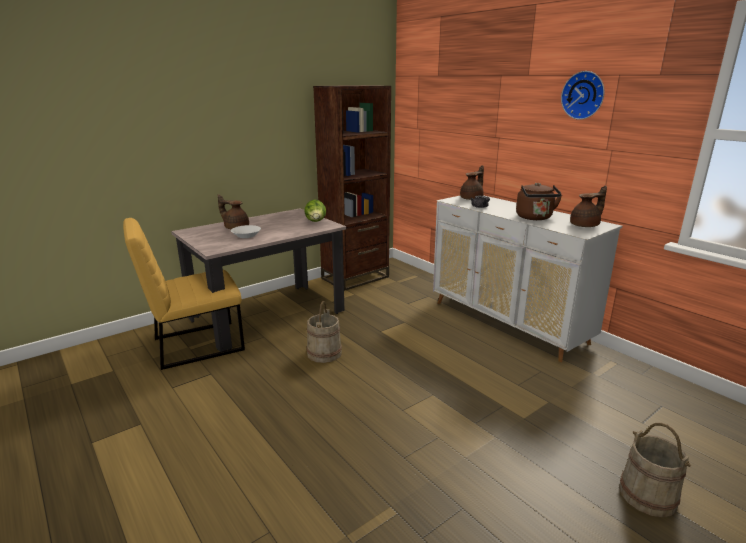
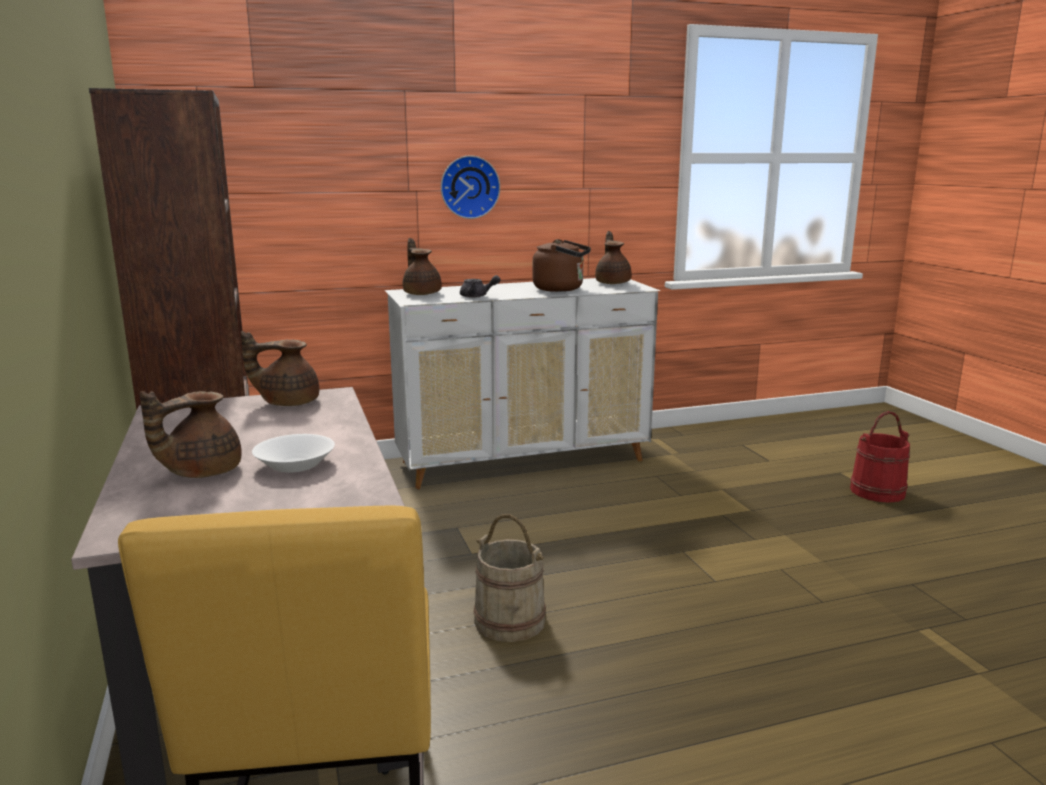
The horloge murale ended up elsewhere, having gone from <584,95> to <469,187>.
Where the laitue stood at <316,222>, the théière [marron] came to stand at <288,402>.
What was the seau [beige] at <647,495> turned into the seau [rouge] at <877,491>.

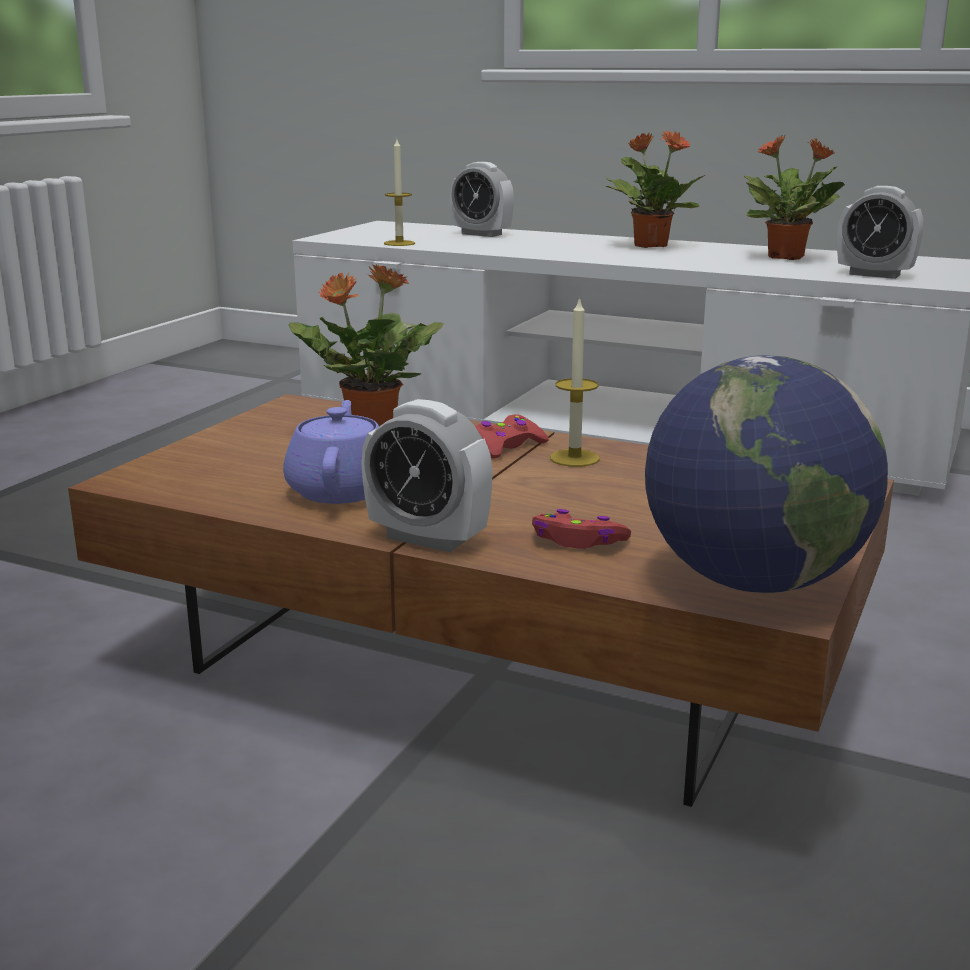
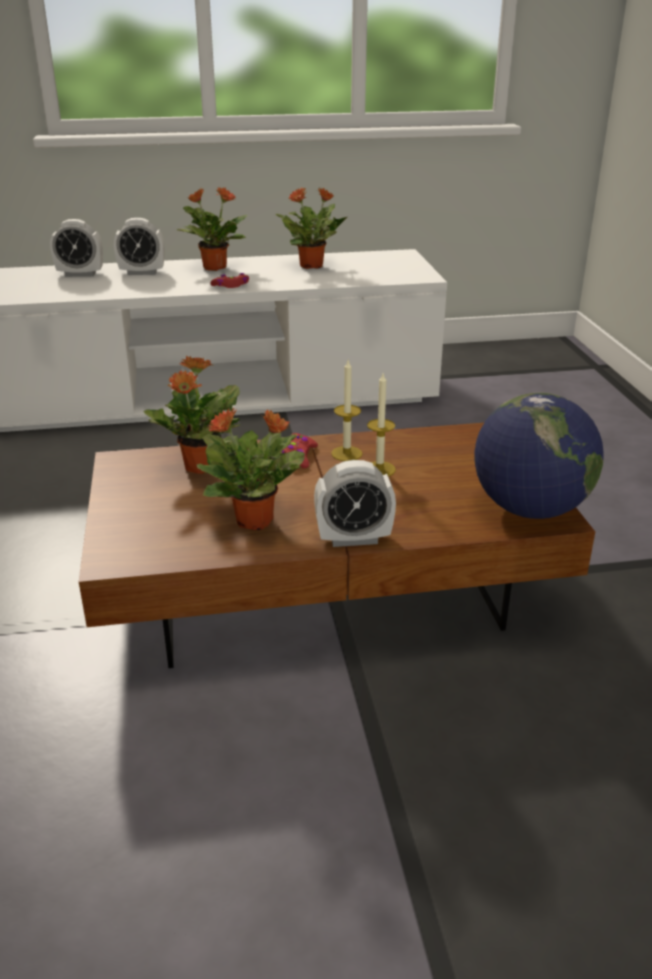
The bougie ended up elsewhere, having gone from <399,243> to <379,469>.
The réveil ended up elsewhere, having gone from <874,274> to <142,272>.
Where the théière [violet] stood at <341,490>, the plante en pot came to stand at <256,521>.
The manette [rouge] ended up elsewhere, having gone from <578,542> to <231,286>.

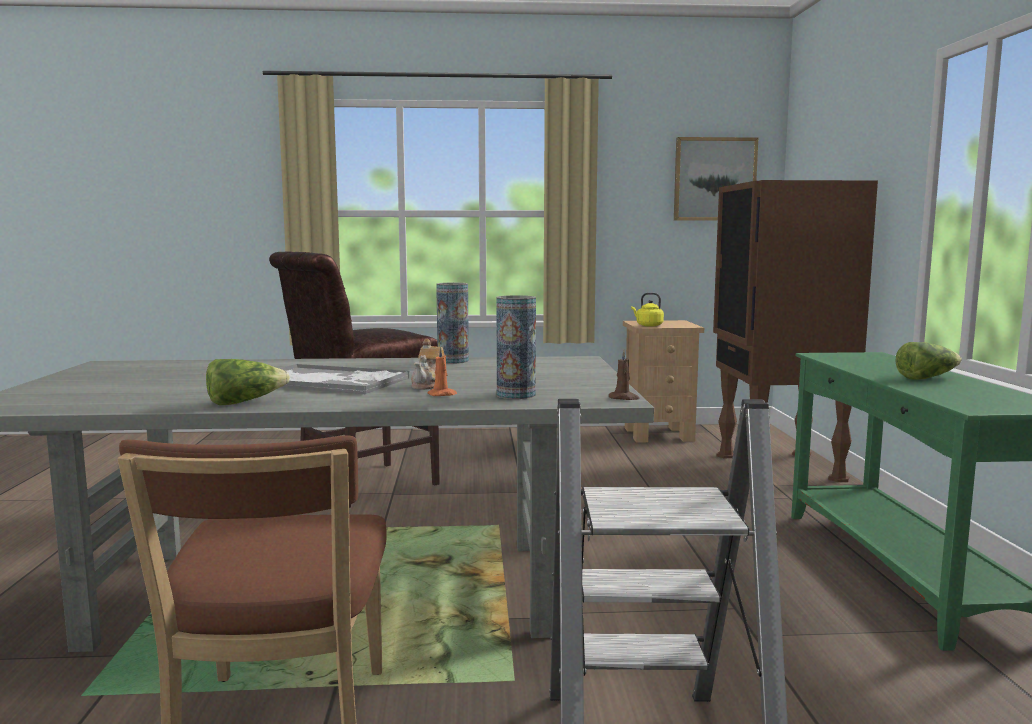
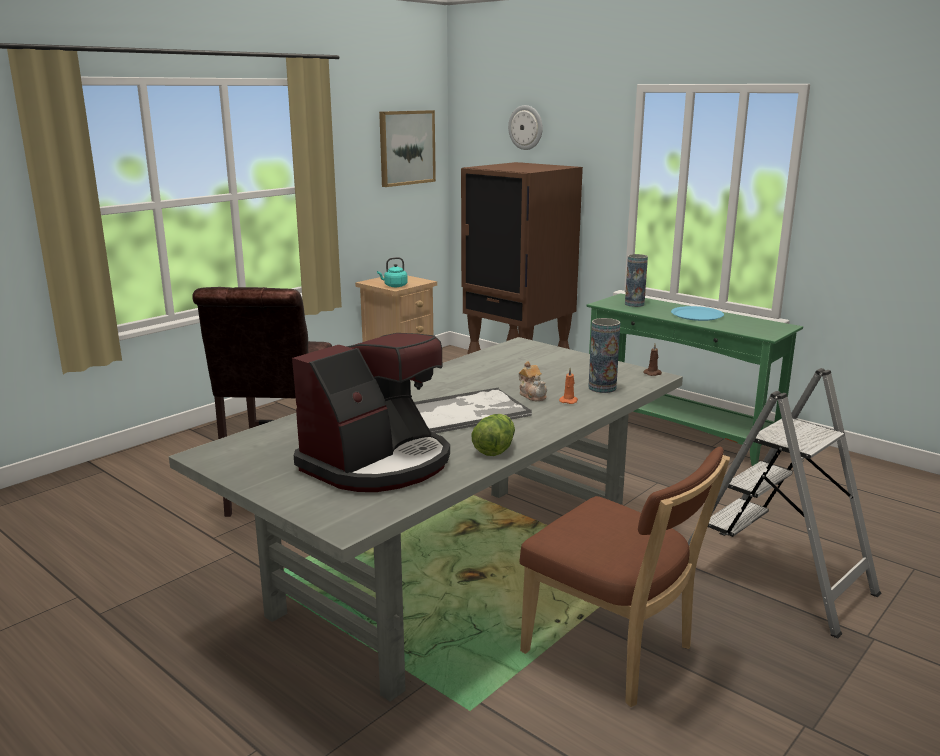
The vase ended up elsewhere, having gone from <453,361> to <634,304>.
What was the bouilloire [jaune] at <648,325> turned into the bouilloire [turquoise] at <394,286>.
Where the laitue stood at <926,378>, the assiette [bleu] came to stand at <697,315>.
The second view gained the horloge murale at <526,127>.
The second view gained the machine à café at <378,463>.

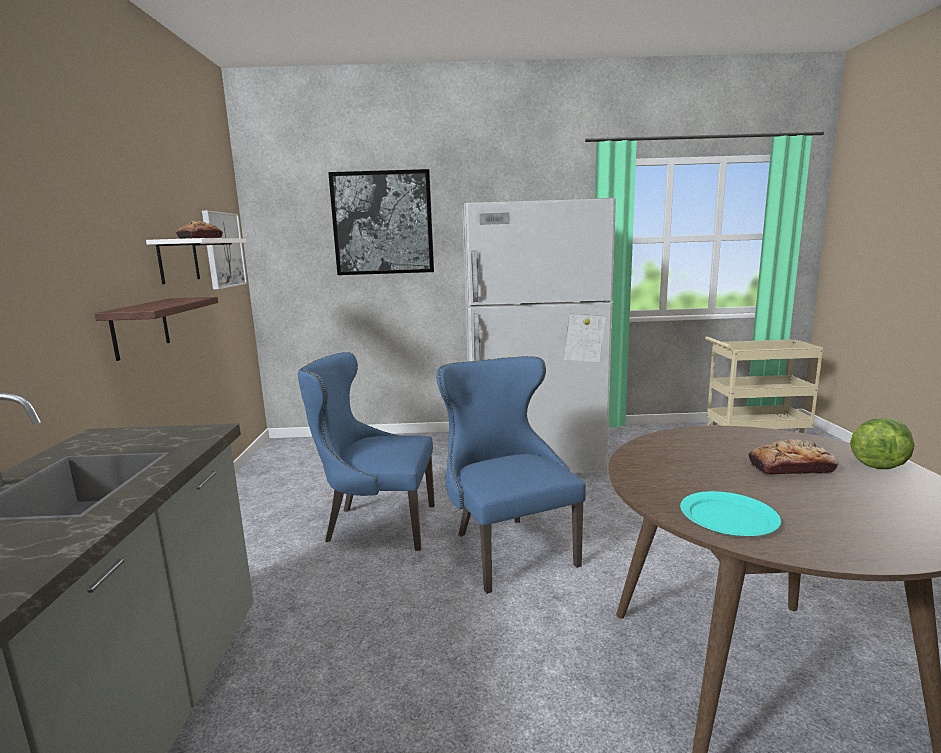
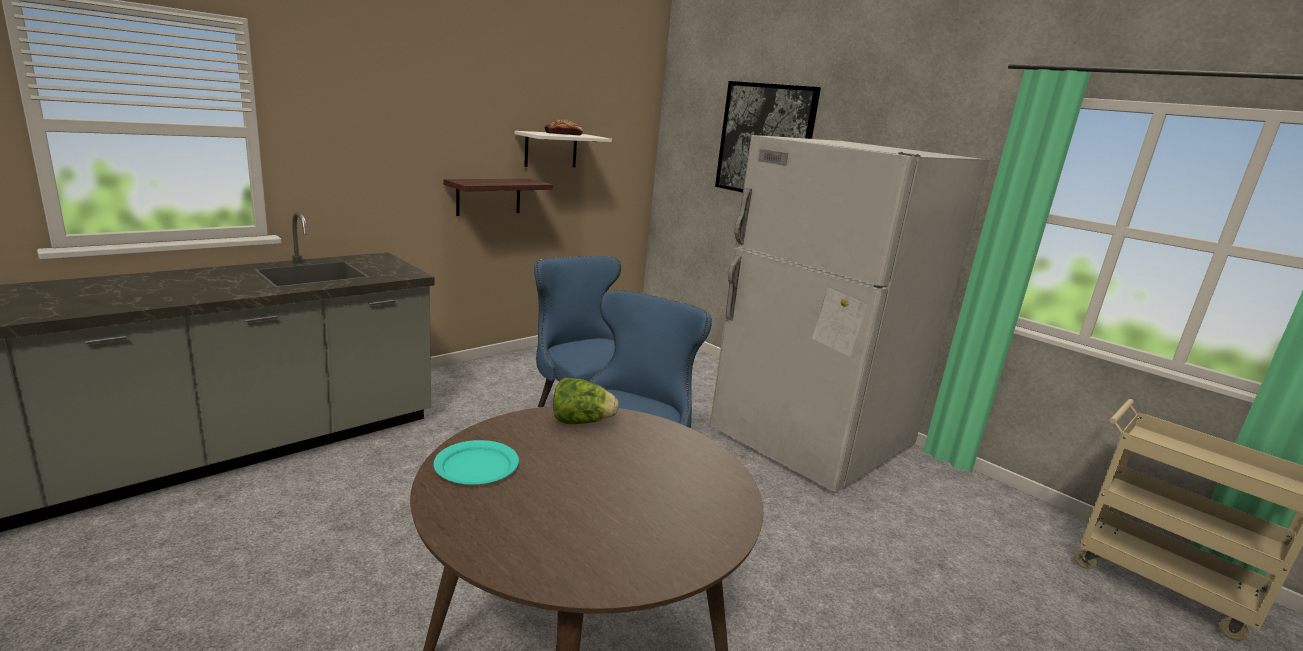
The second view lost the tableau at <223,250>.
The laitue ended up elsewhere, having gone from <879,462> to <581,422>.
The second view lost the pain at <790,468>.

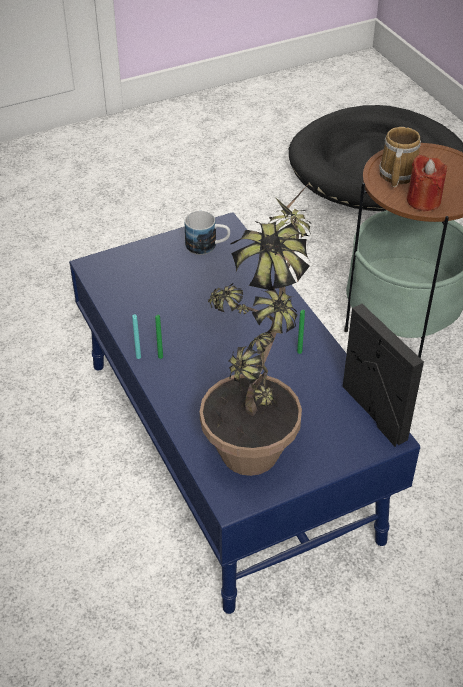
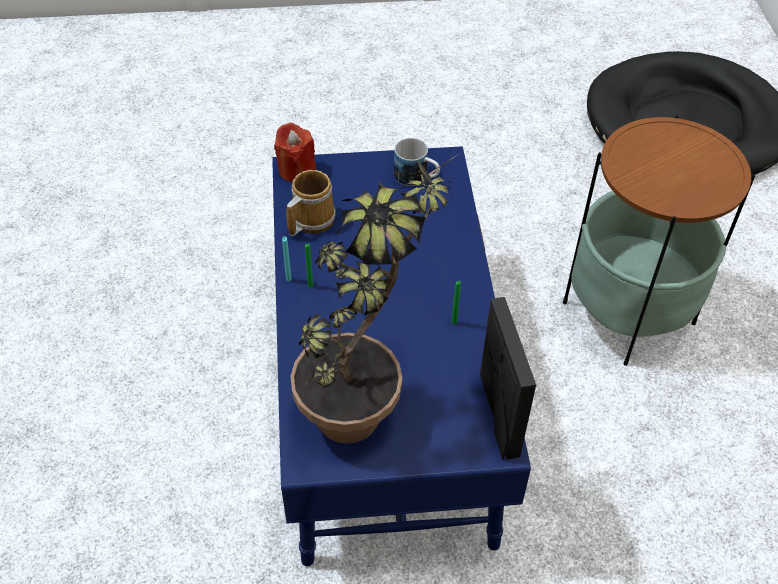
The mug ended up elsewhere, having gone from <396,175> to <310,220>.
The bougie [rouge] ended up elsewhere, having gone from <423,201> to <296,170>.

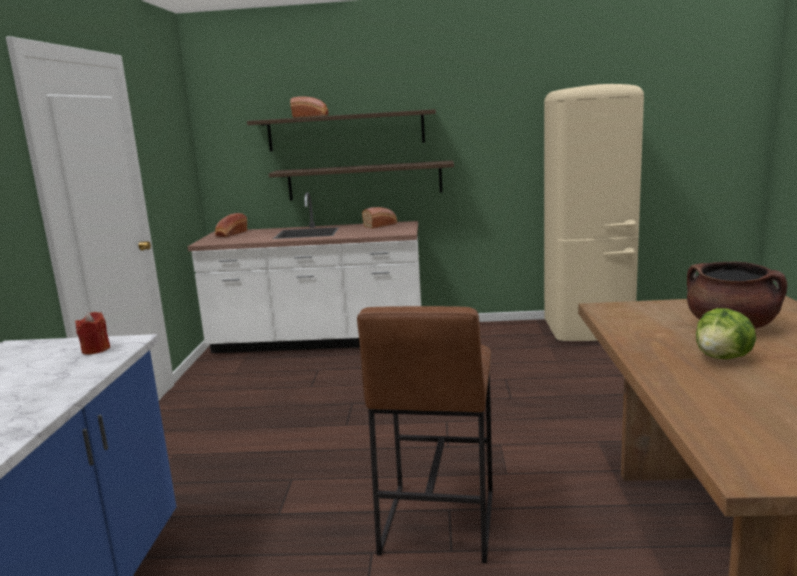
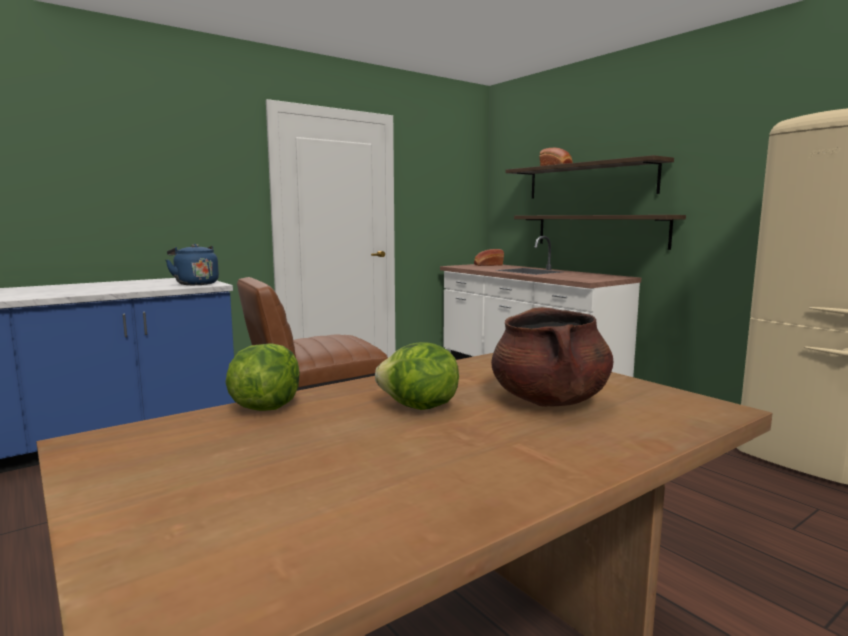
The second view lost the pain at <381,225>.
Where the bougie [rouge] stood at <96,350>, the bouilloire [bleu] came to stand at <195,284>.
The second view gained the laitue at <265,407>.

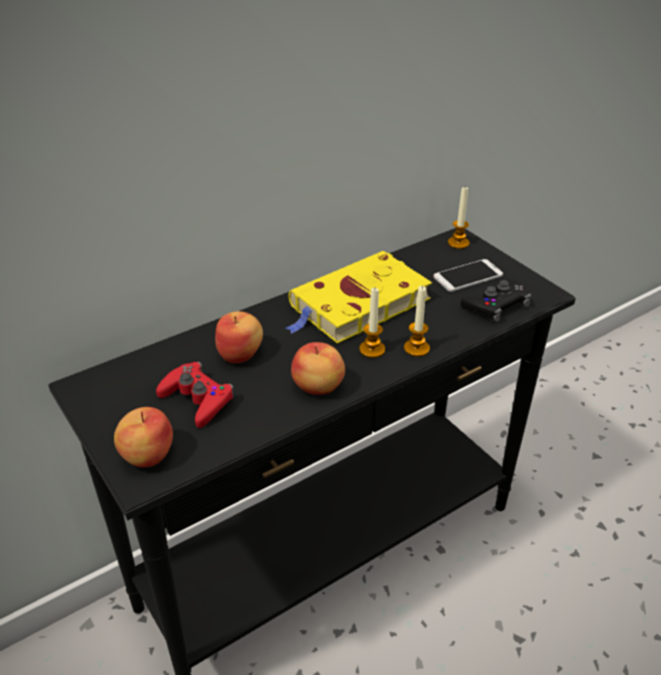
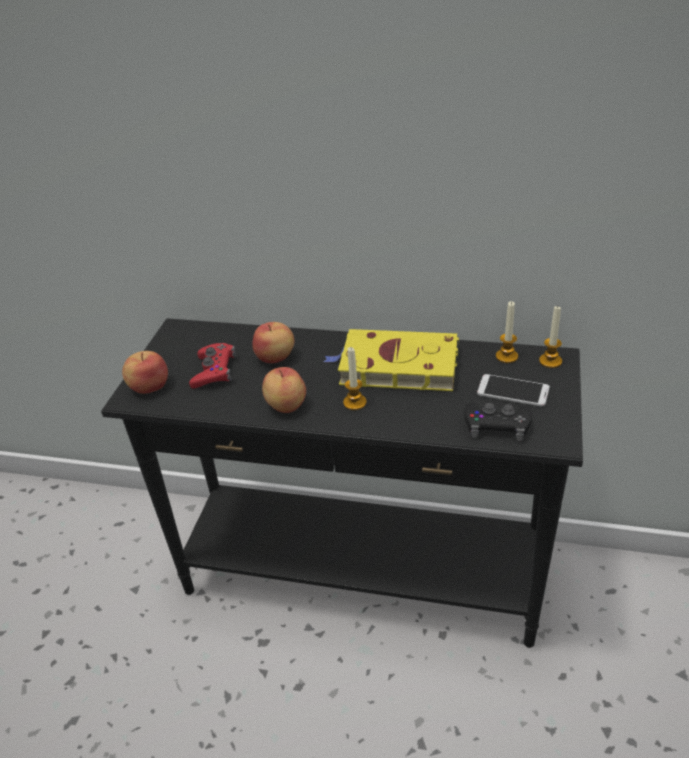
The bougie ended up elsewhere, having gone from <416,348> to <506,356>.

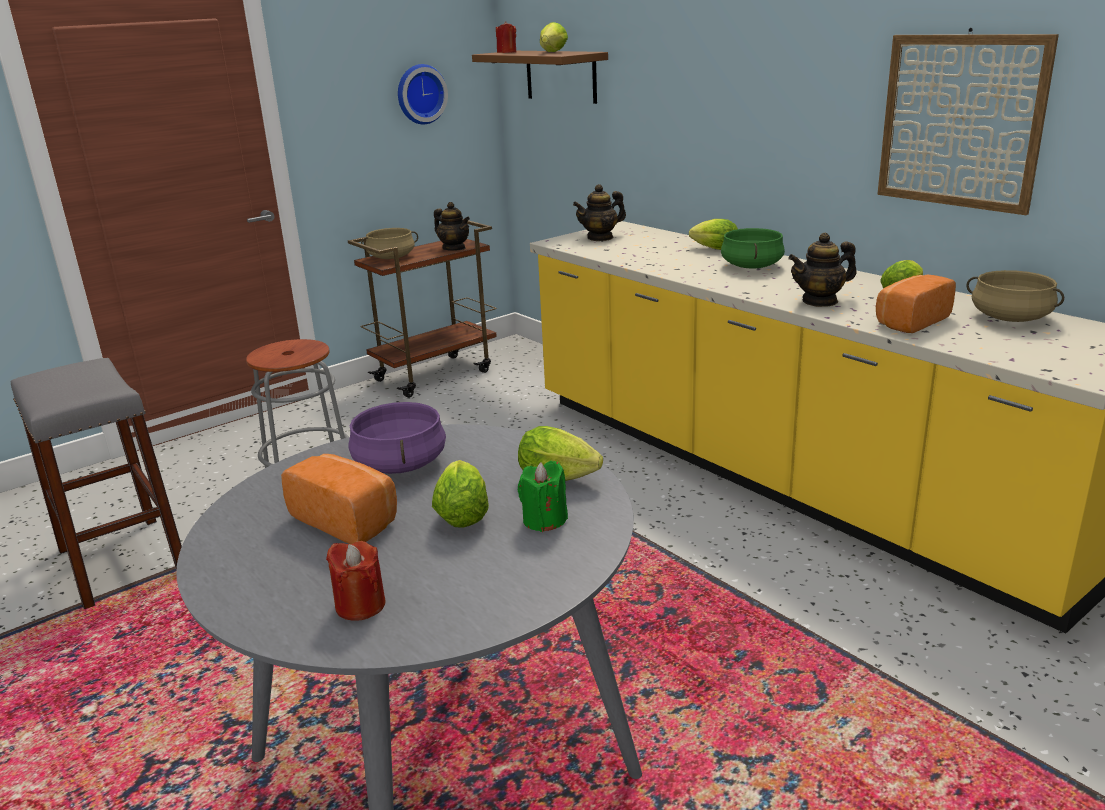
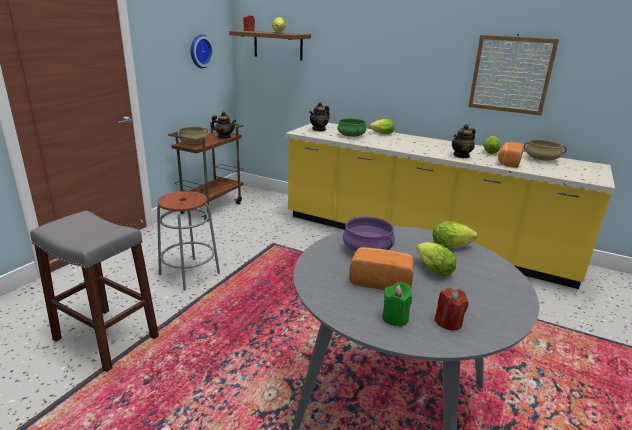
The marmite [vert] ended up elsewhere, having gone from <751,266> to <351,135>.
The bougie [vert] ended up elsewhere, having gone from <544,520> to <395,318>.

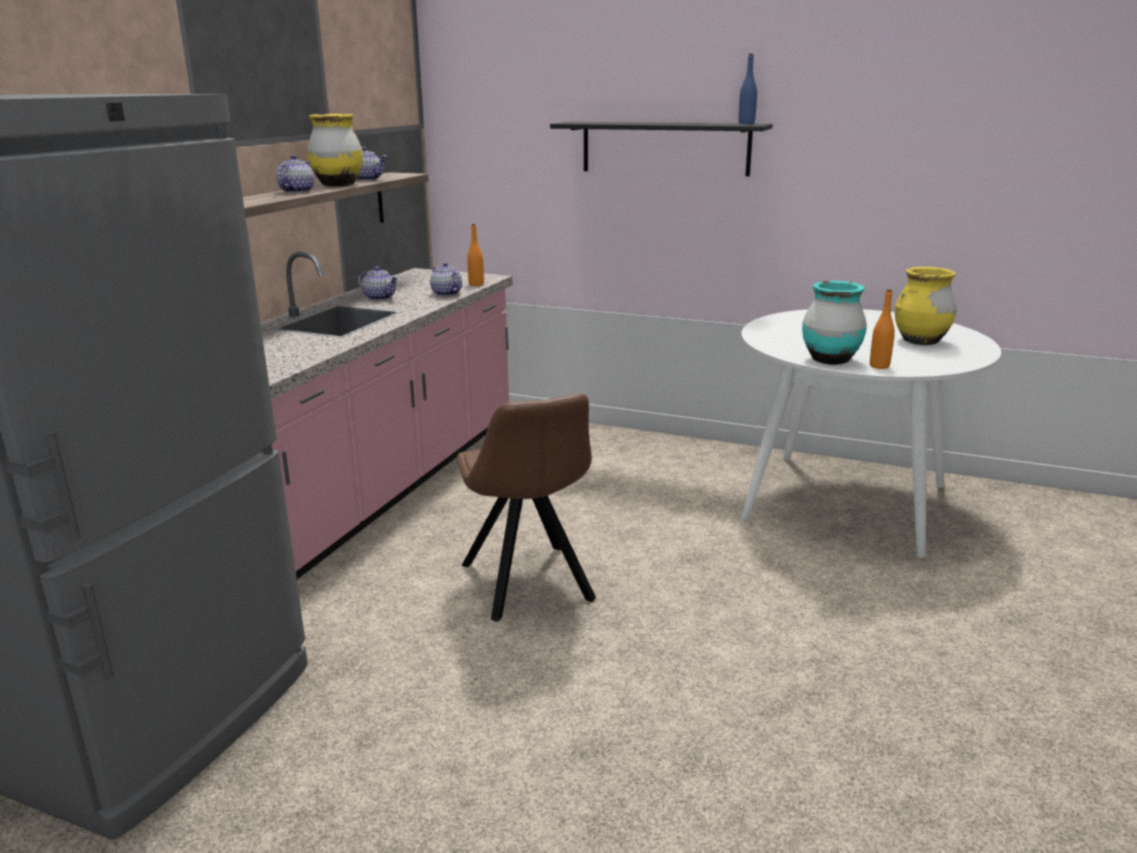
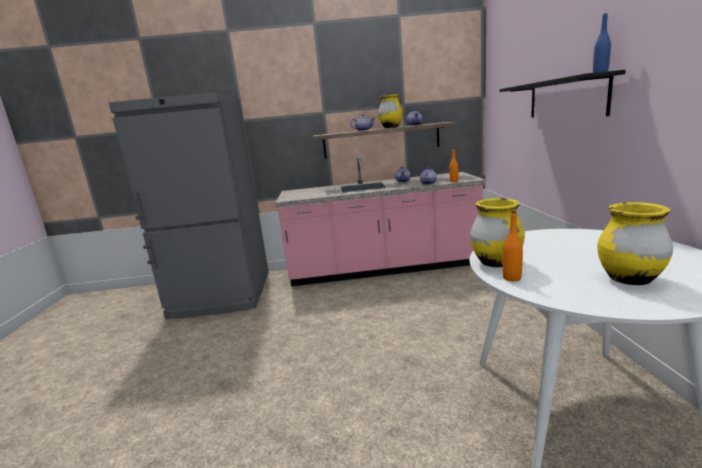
What was the vase [turquoise] at <830,360> turned into the vase [jaune] at <496,263>.
The second view lost the chaise [marron] at <528,582>.

